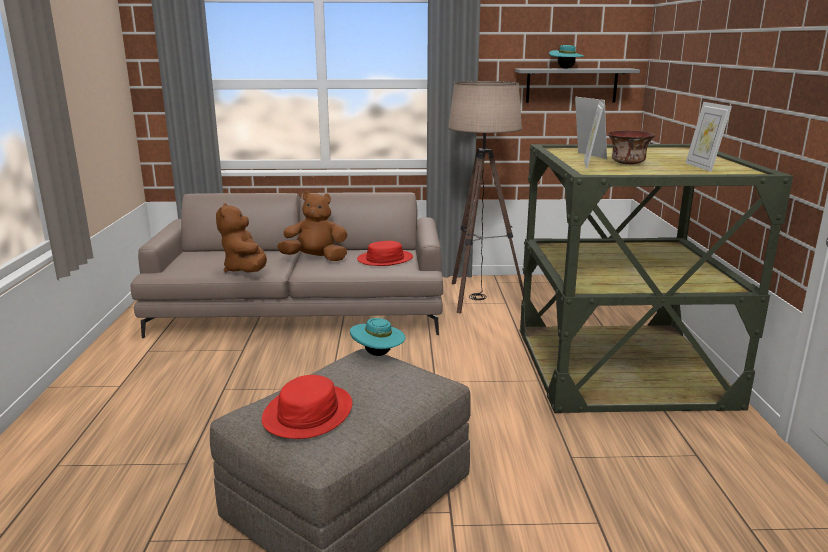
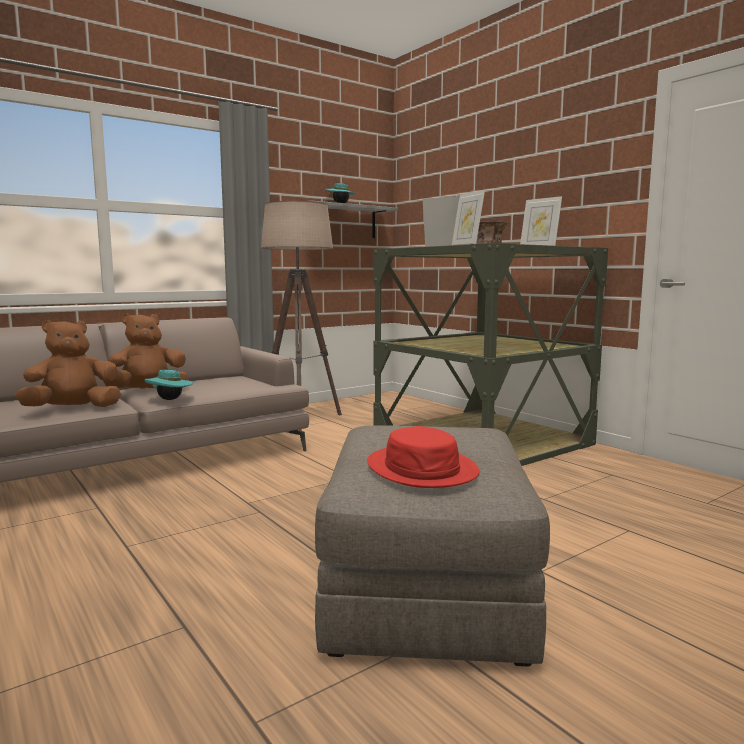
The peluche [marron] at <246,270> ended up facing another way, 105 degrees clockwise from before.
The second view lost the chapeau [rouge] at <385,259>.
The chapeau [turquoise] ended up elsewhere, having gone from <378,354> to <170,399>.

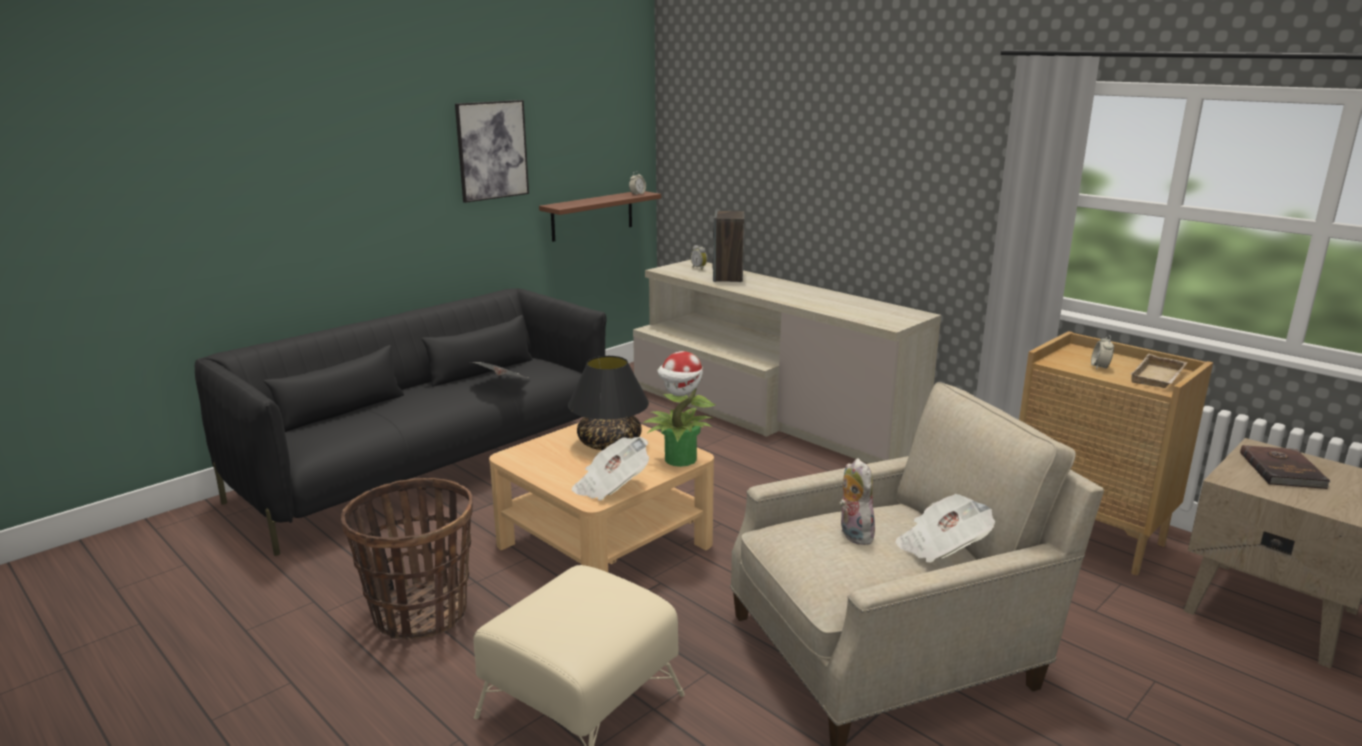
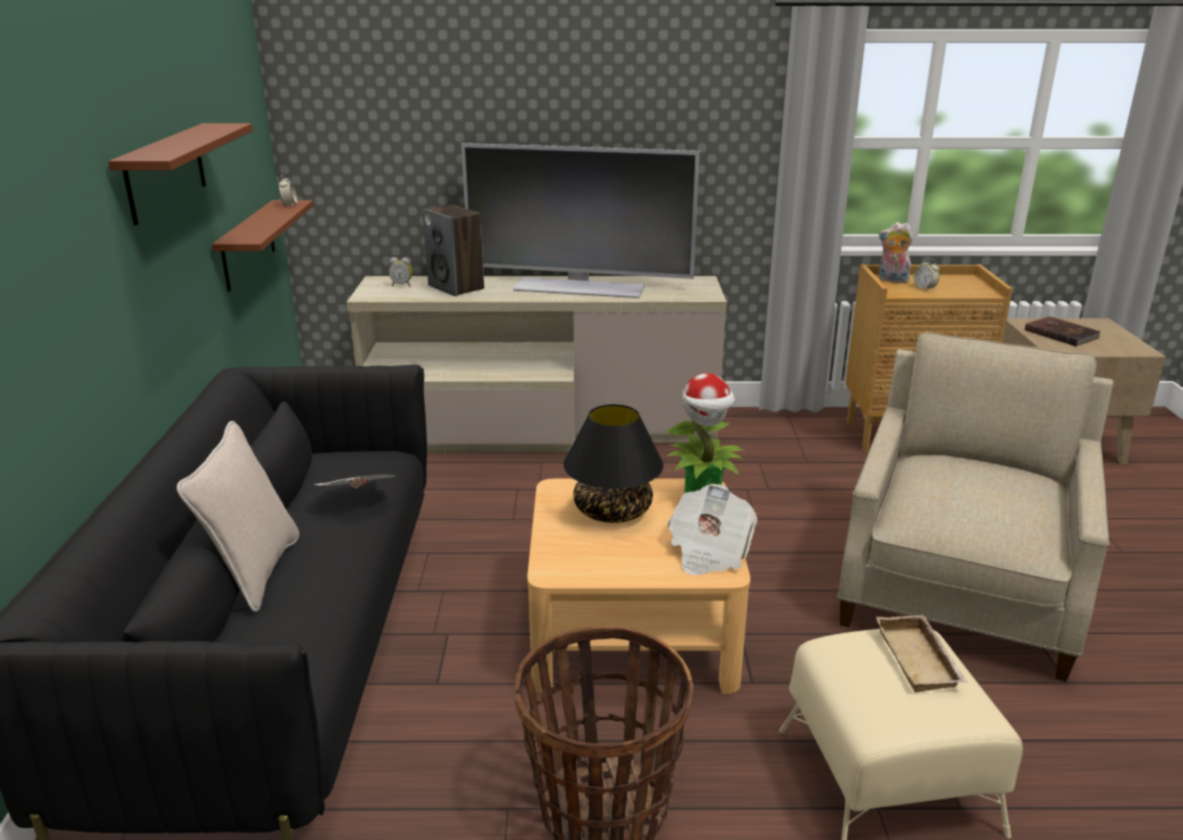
Where the tableau hung at <492,150>, the étagère [marron] came to hang at <166,172>.
The plateau [beige] ended up elsewhere, having gone from <1159,378> to <920,660>.
The peluche ended up elsewhere, having gone from <853,534> to <891,280>.
The second view lost the journal at <942,547>.
The second view gained the téléviseur at <579,287>.
The second view gained the coussin [beige] at <255,572>.

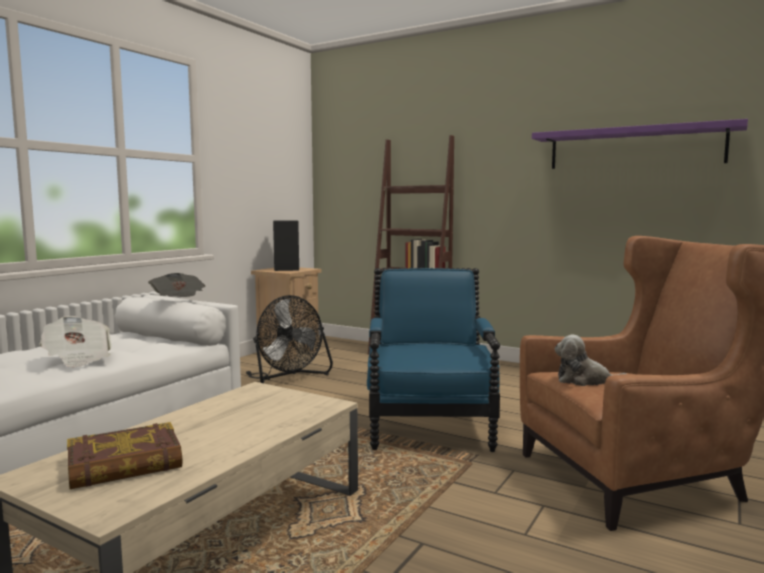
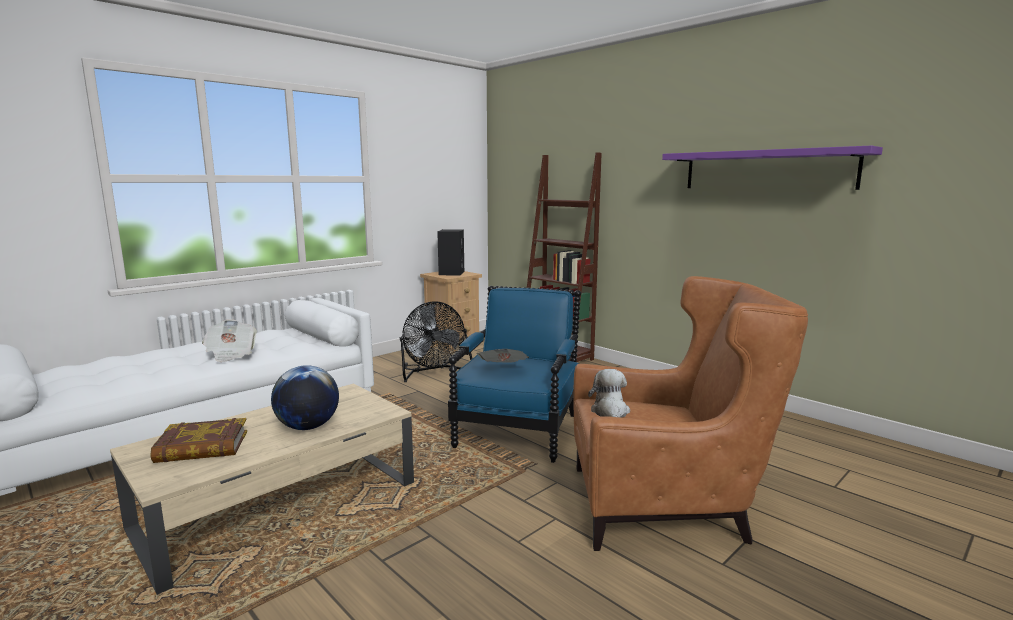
The journal ended up elsewhere, having gone from <179,301> to <503,370>.
The peluche at <584,380> ended up facing another way, 60 degrees clockwise from before.
The second view gained the globe at <308,427>.

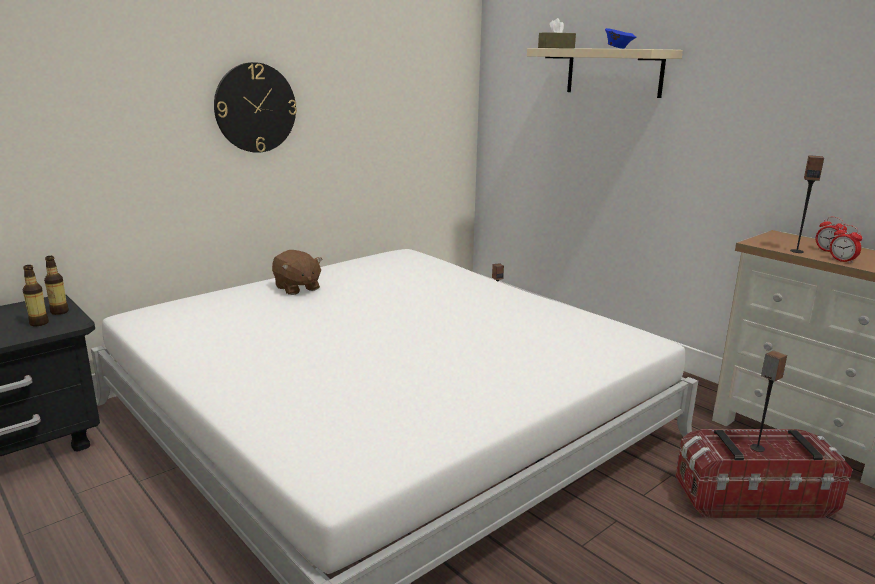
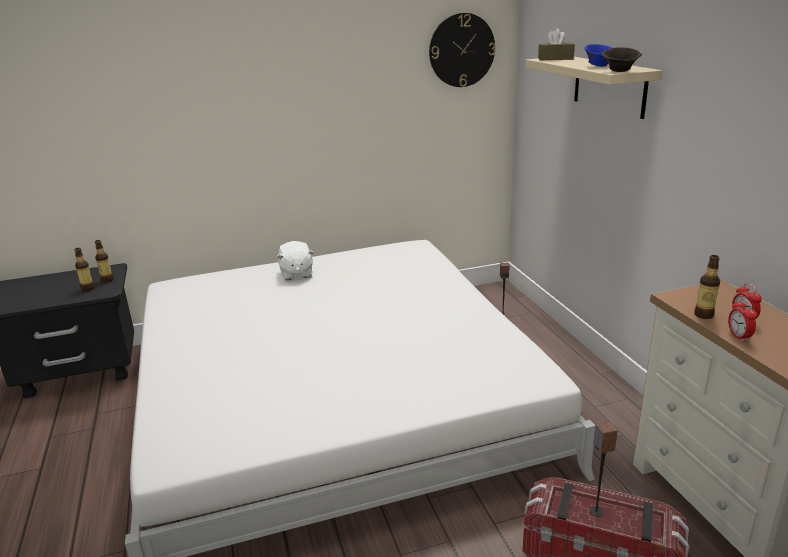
The horloge murale ended up elsewhere, having gone from <255,108> to <461,50>.
Where the enceinte stood at <796,251>, the bouteille came to stand at <703,315>.
What was the peluche [marron] at <297,288> turned into the peluche [blanc] at <296,274>.
The second view gained the bol [marron] at <620,71>.

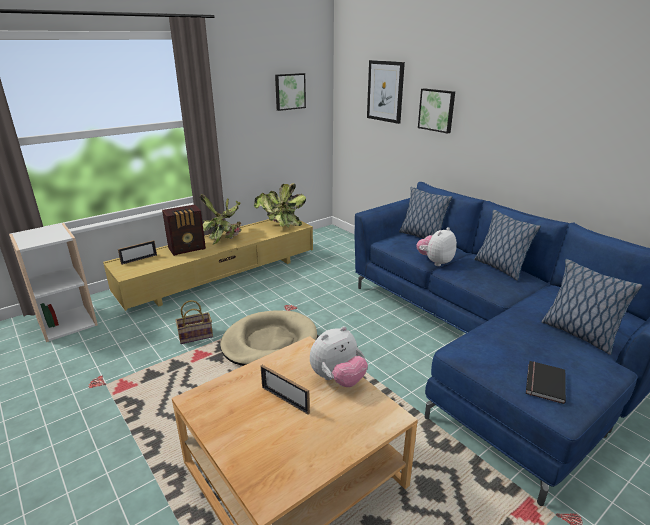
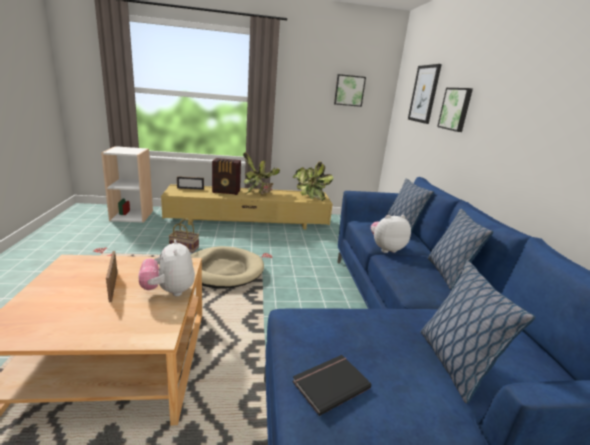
The peluche at <338,379> ended up facing another way, 75 degrees clockwise from before.

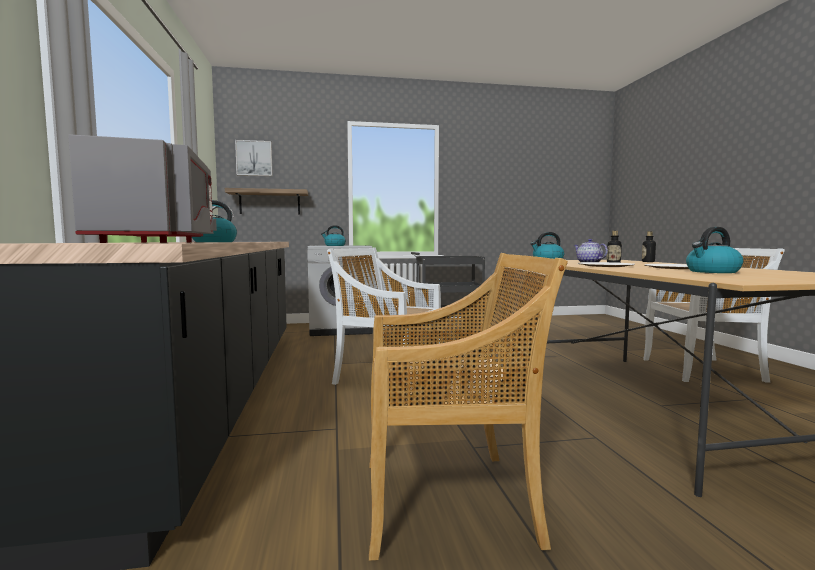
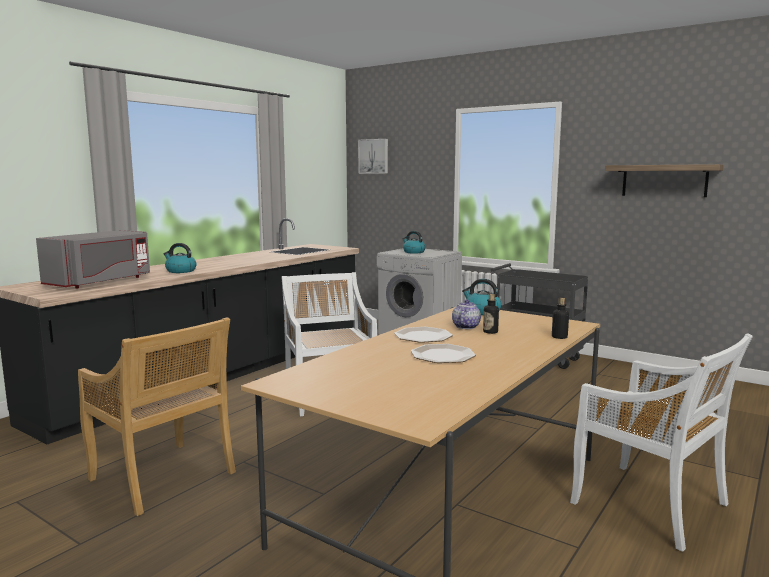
The étagère ended up elsewhere, having gone from <270,202> to <664,180>.
The second view lost the bouilloire at <712,272>.

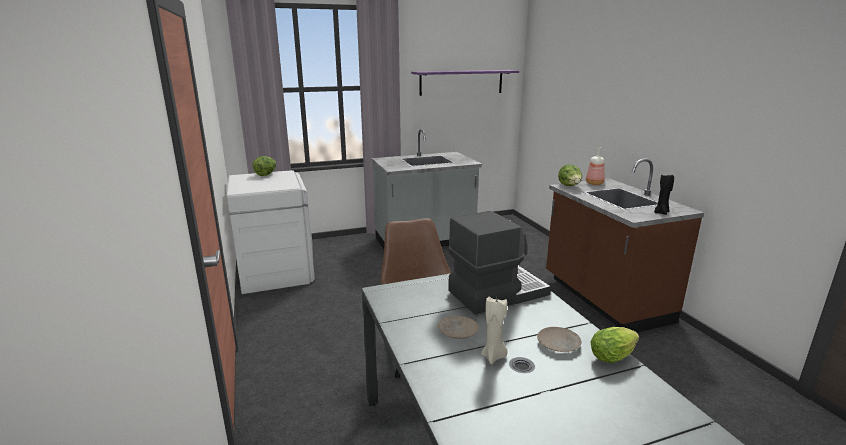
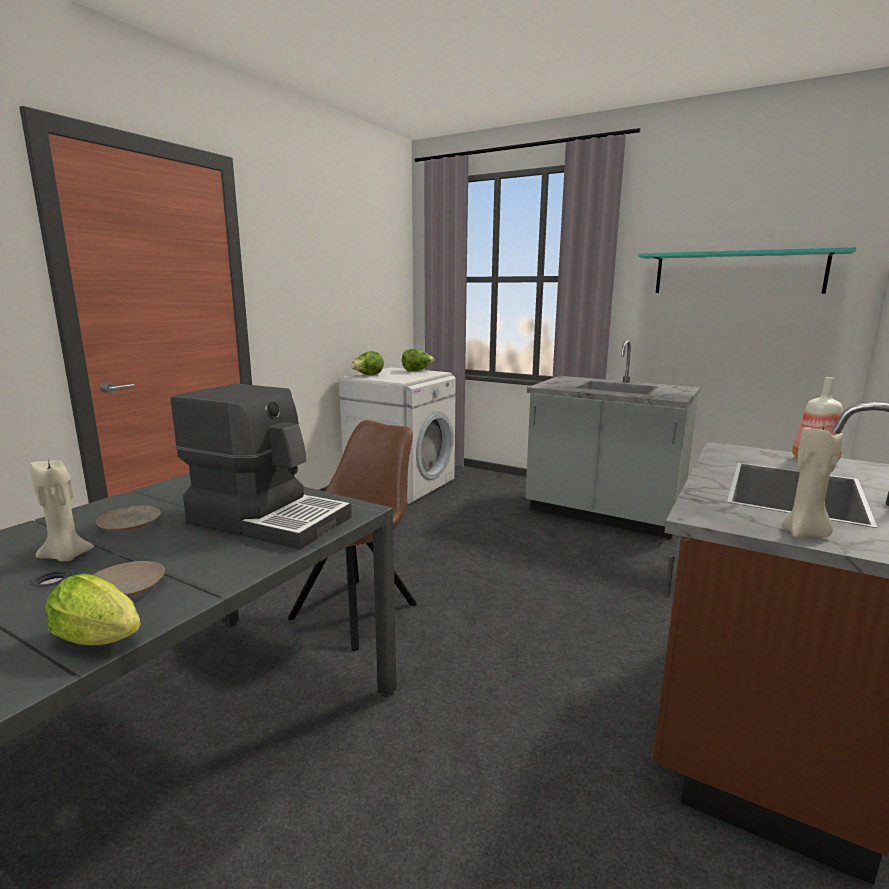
What was the étagère [violet] at <461,82> turned into the étagère [turquoise] at <737,273>.
The laitue ended up elsewhere, having gone from <569,186> to <368,375>.
What was the bougie [noir] at <661,213> turned into the bougie [beige] at <805,534>.

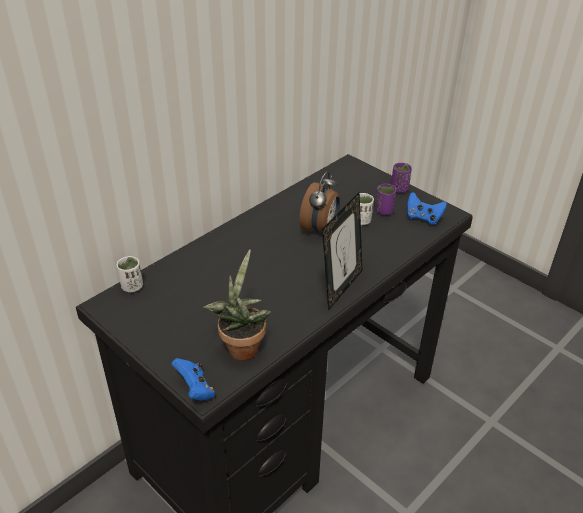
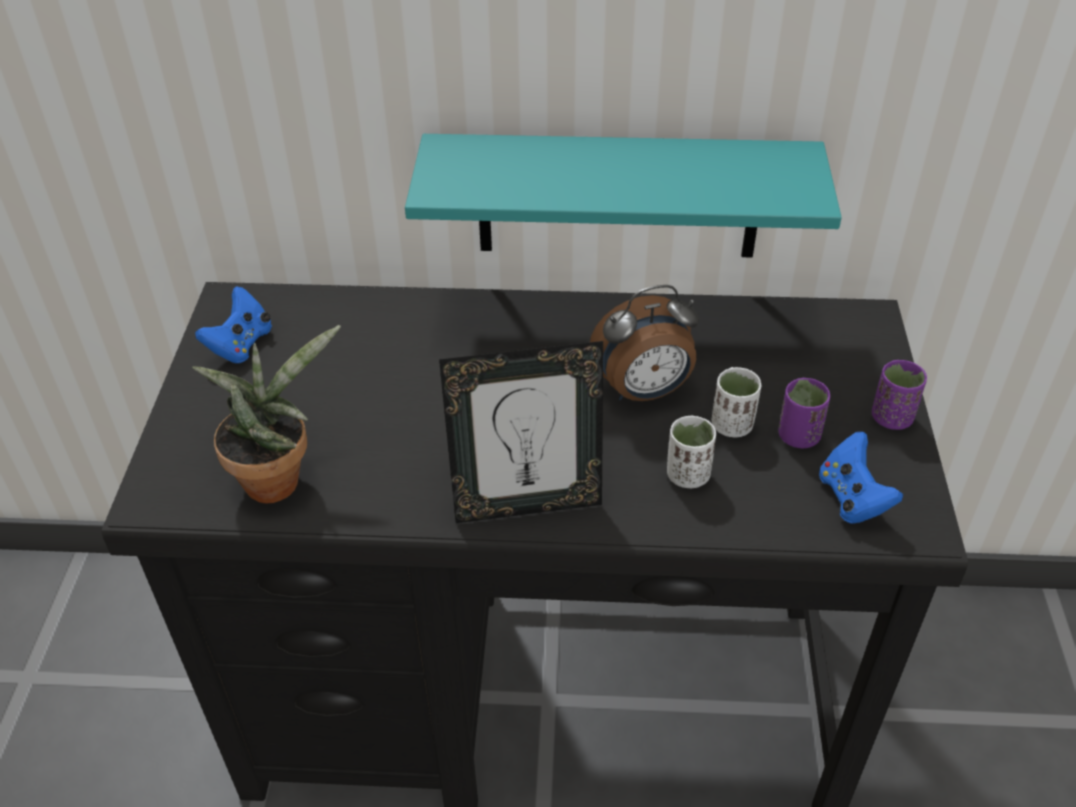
The tasse [blanc] ended up elsewhere, having gone from <132,286> to <687,475>.
The manette [bleu] ended up elsewhere, having gone from <195,389> to <241,344>.
The second view gained the étagère [turquoise] at <618,196>.

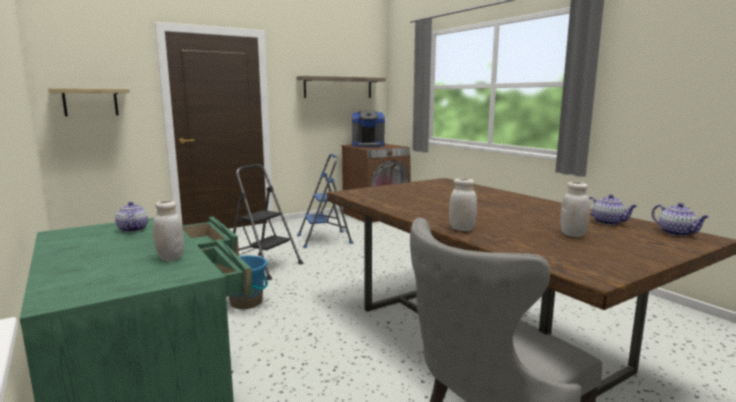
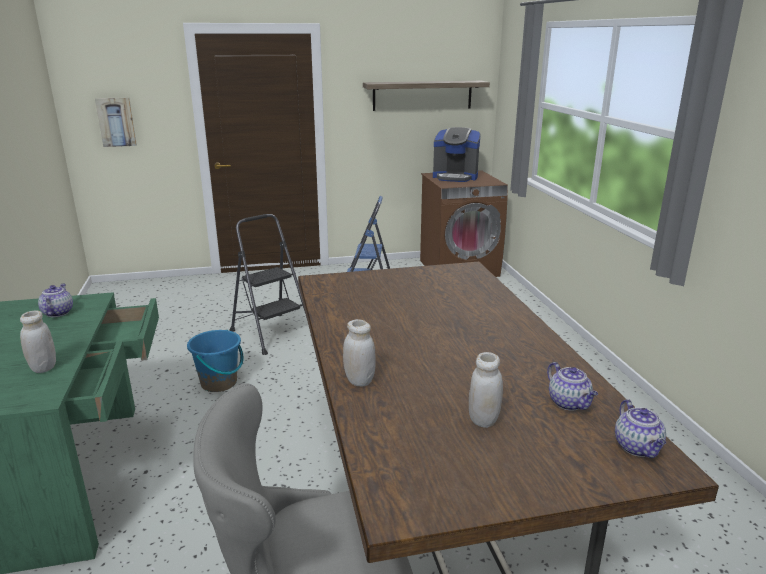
Where the étagère hung at <90,102>, the tableau came to hang at <116,122>.

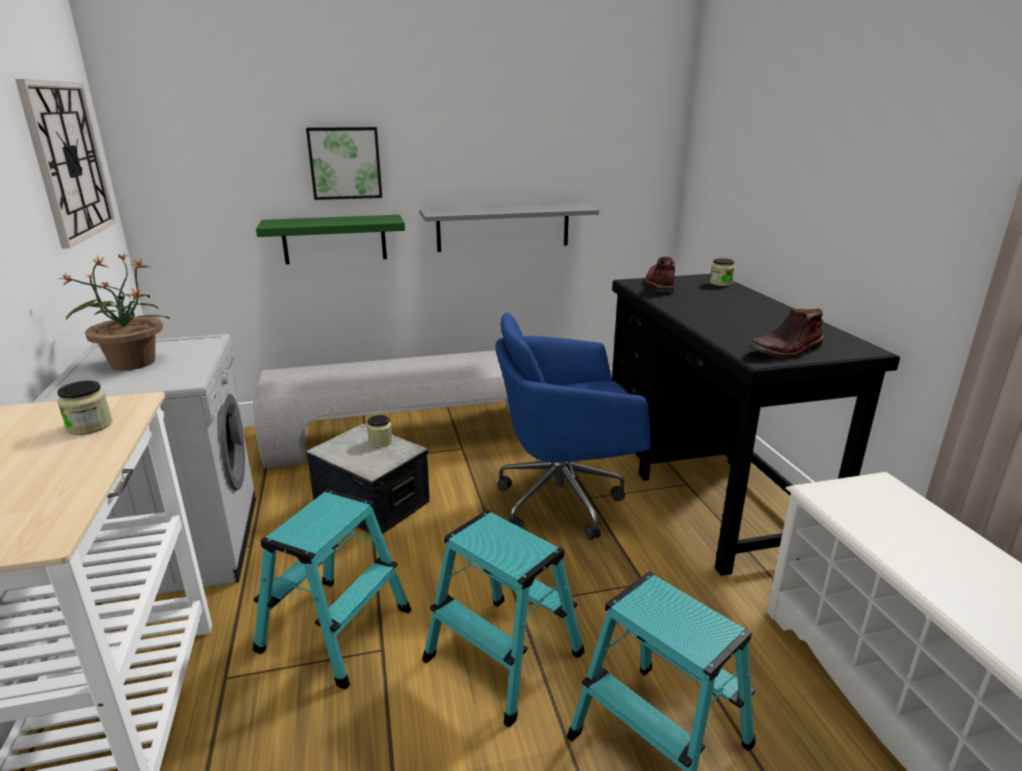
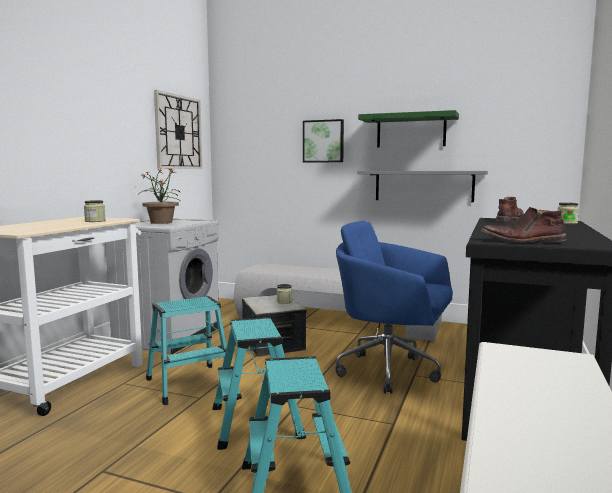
The étagère [vert] ended up elsewhere, having gone from <334,239> to <411,131>.

